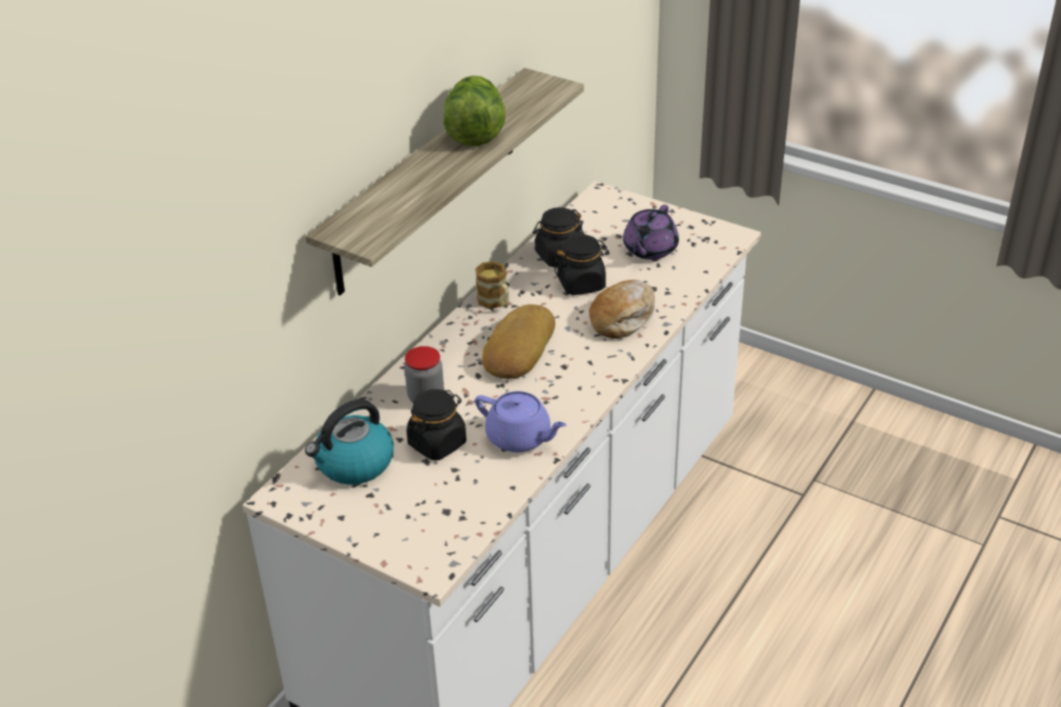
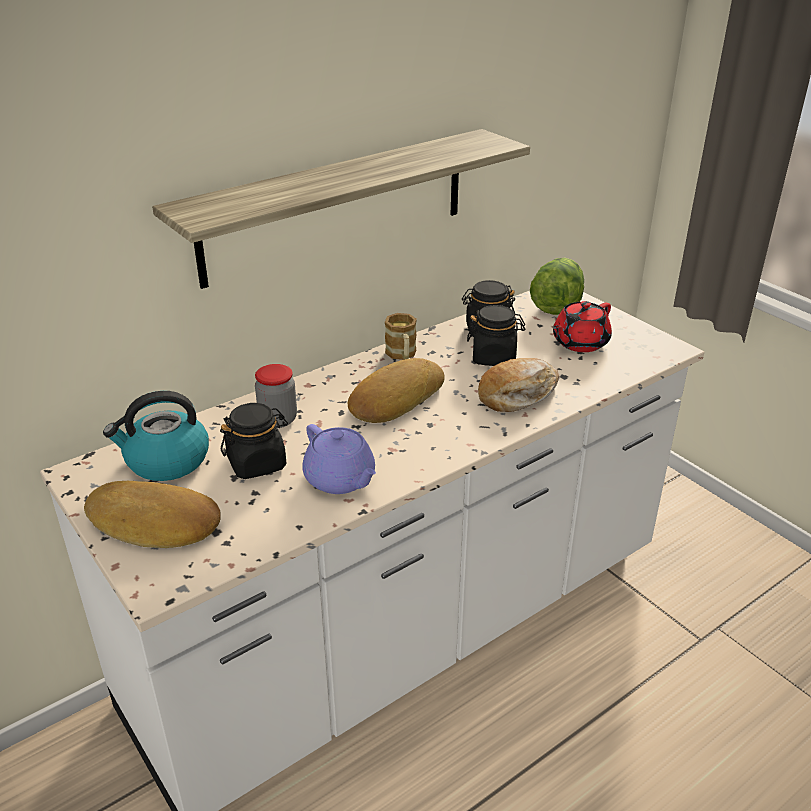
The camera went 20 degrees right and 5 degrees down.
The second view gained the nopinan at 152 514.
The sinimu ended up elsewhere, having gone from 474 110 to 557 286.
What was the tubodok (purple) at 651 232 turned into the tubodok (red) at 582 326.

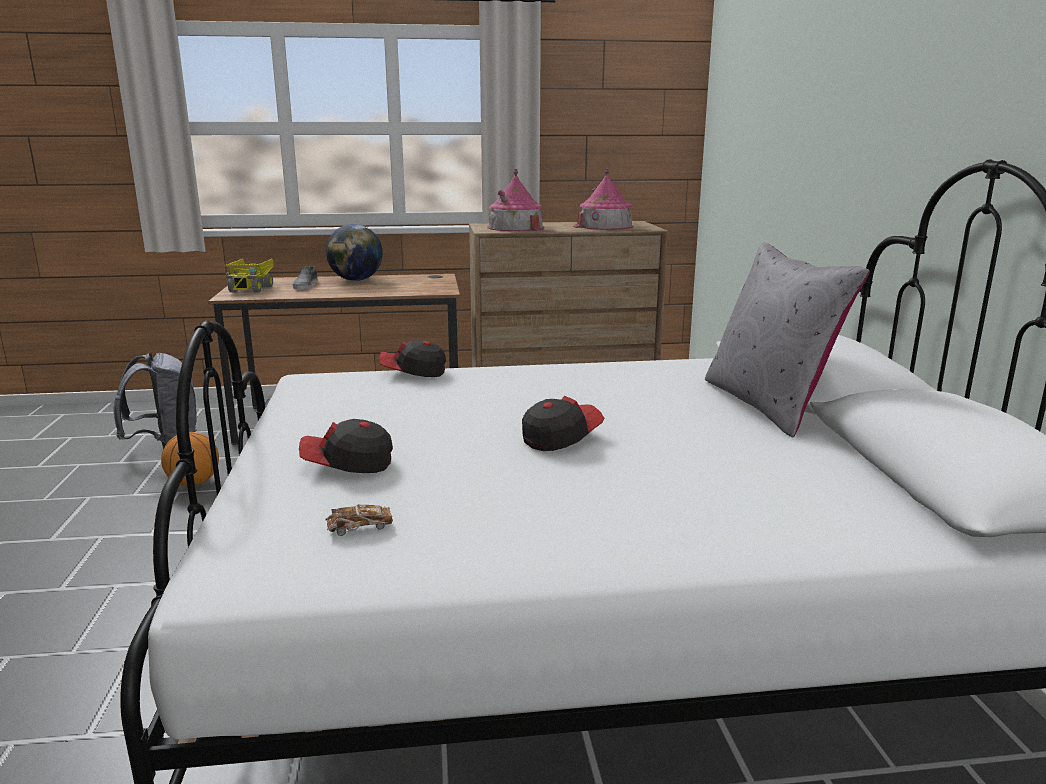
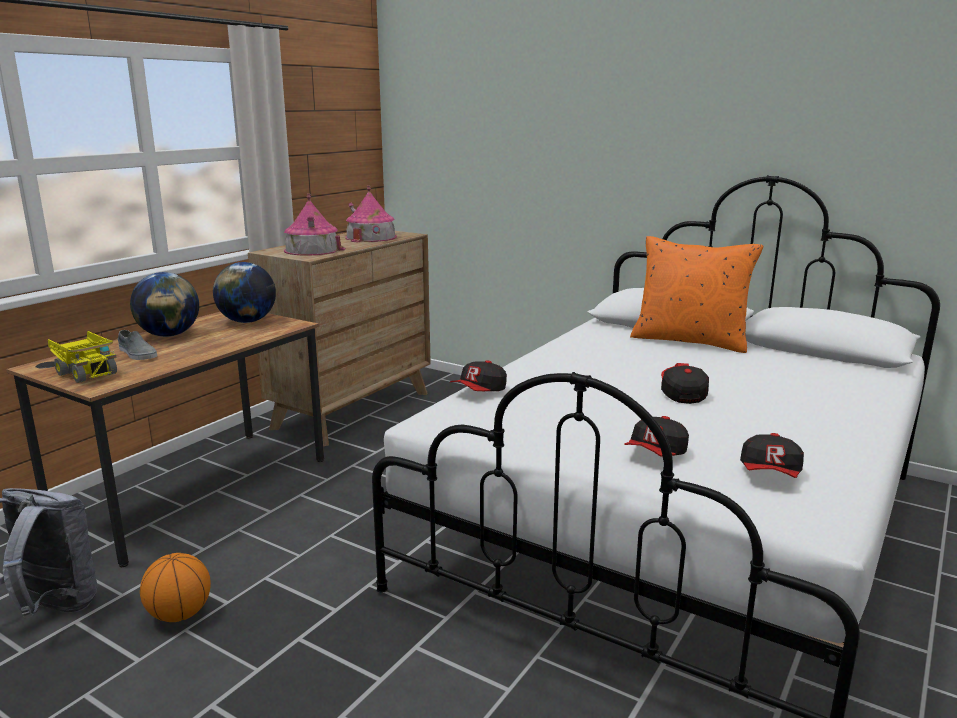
The camera went 50 degrees left and 0 degrees up.
The second view gained the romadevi at 244 292.
What was the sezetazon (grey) at 787 340 turned into the sezetazon (orange) at 696 294.
Where the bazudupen stood at 359 520, the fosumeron came to stand at 772 455.

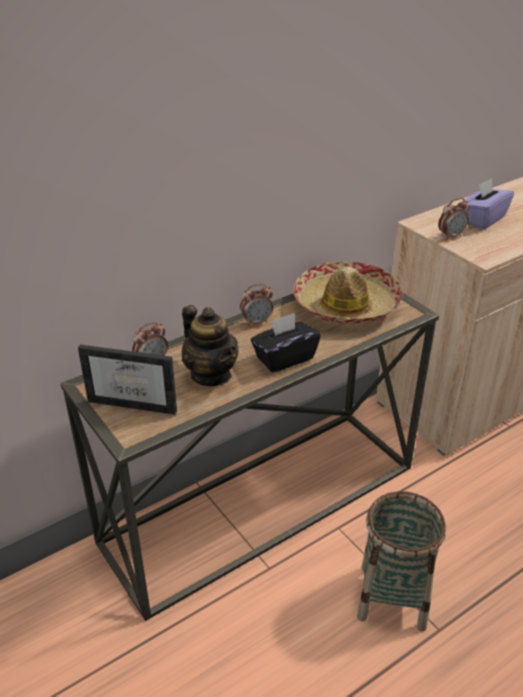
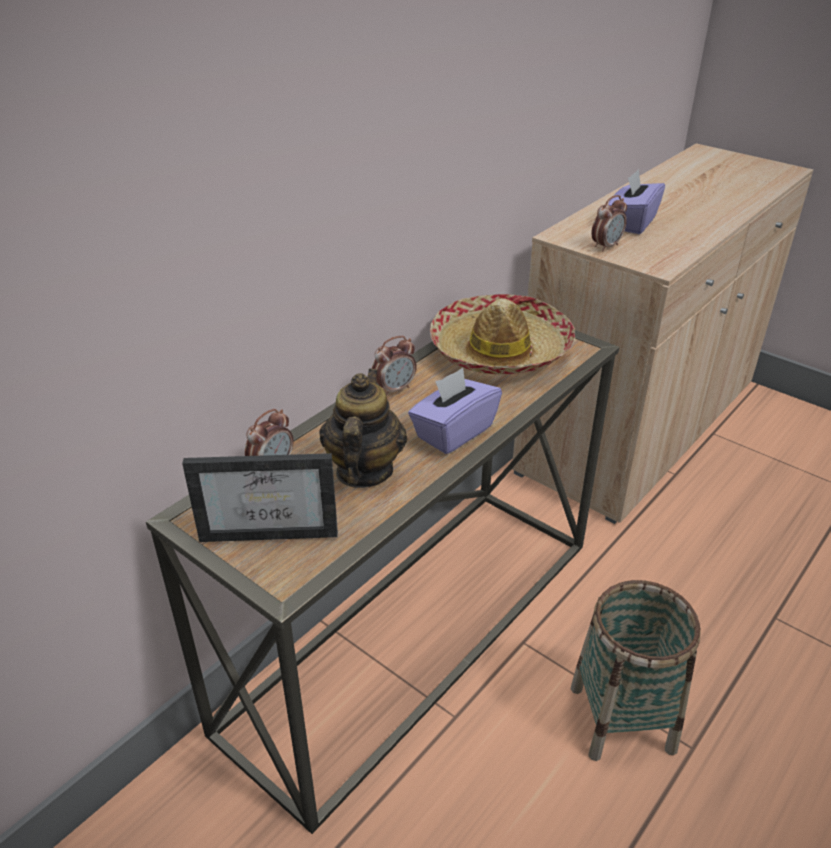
The camera went 15 degrees left and 0 degrees up.
The tubodok at 210 345 ended up facing another way, 120 degrees counterclockwise from before.
What was the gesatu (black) at 286 343 turned into the gesatu (purple) at 455 411.

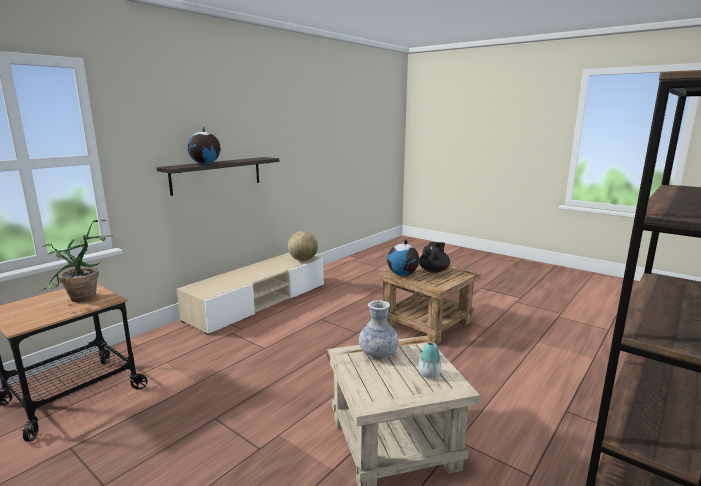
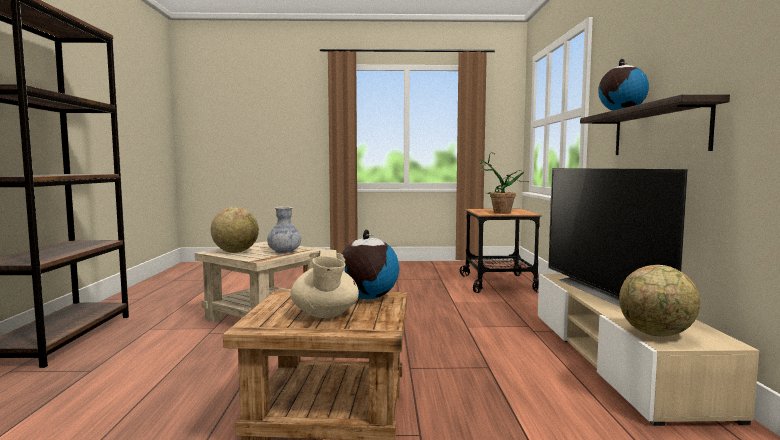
The camera went 140 degrees right and 10 degrees down.
Where the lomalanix stood at 430 360, the romadevi came to stand at 235 230.
What was the tubodok (black) at 434 257 turned into the tubodok (beige) at 324 284.
The second view gained the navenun at 618 237.

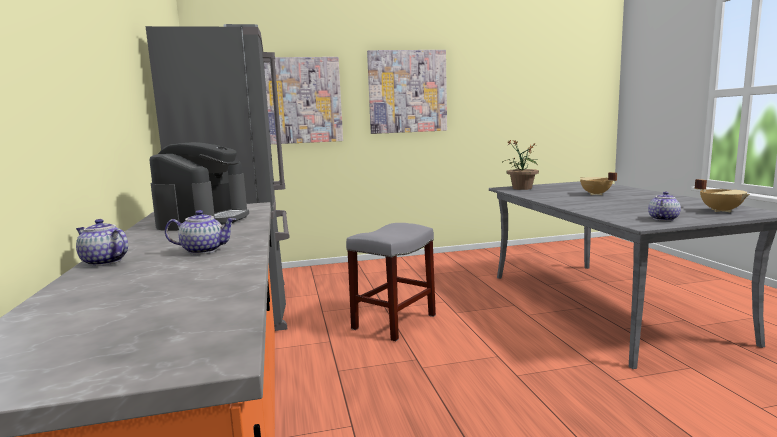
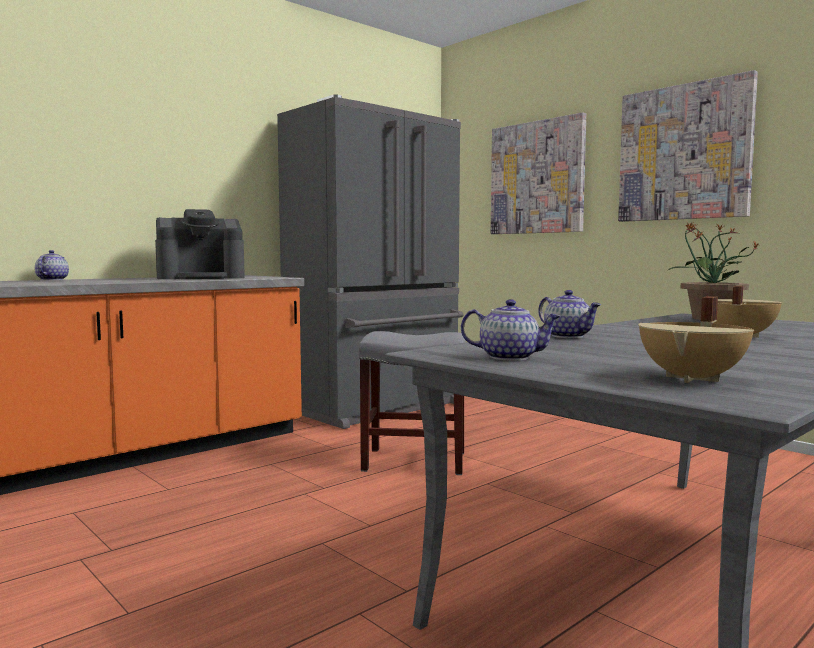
The camera went 60 degrees right and 5 degrees down.
The tubodok ended up elsewhere, having gone from 200 232 to 569 314.

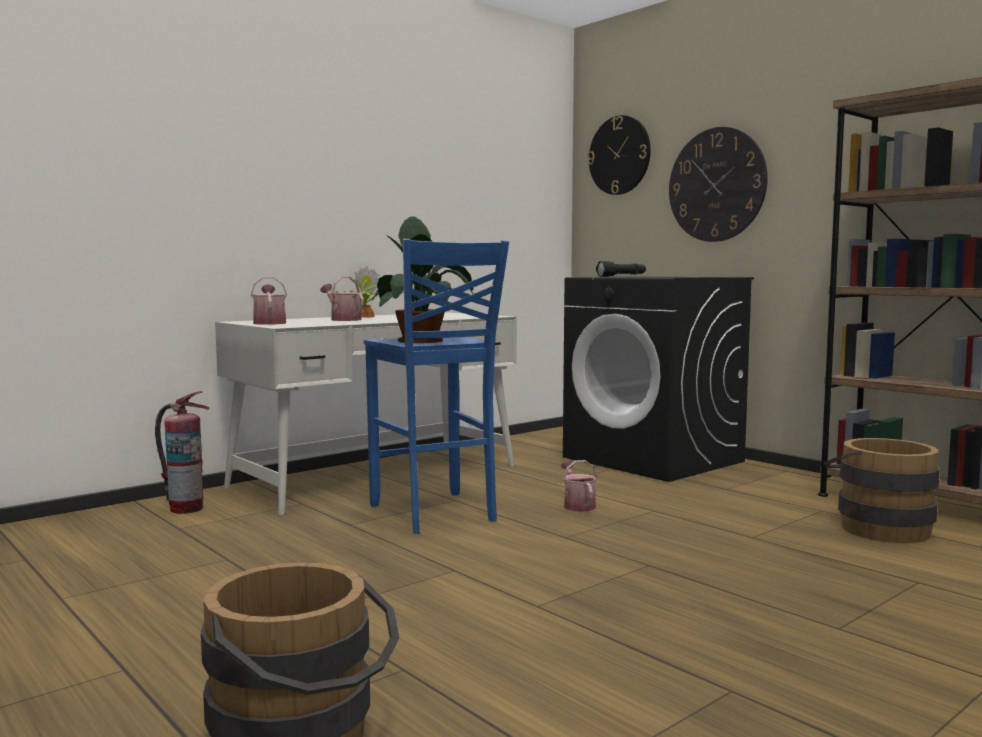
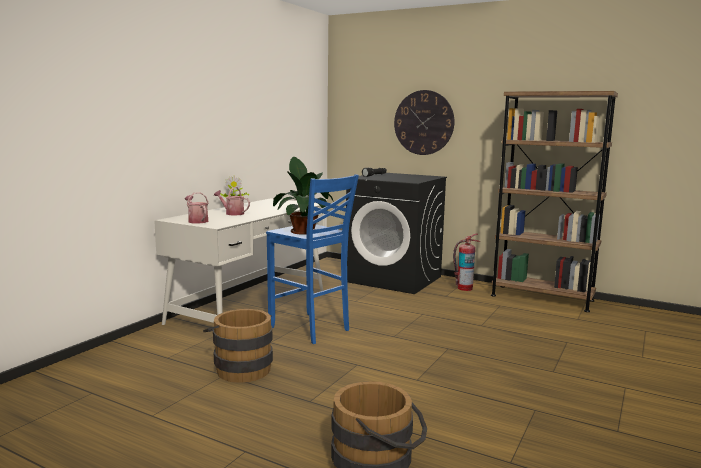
The camera went 20 degrees left and 5 degrees up.
The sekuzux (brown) ended up elsewhere, having gone from 882 490 to 238 346.
The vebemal ended up elsewhere, having gone from 182 452 to 467 262.
The second view lost the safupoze at 579 486.
The second view lost the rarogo at 619 155.

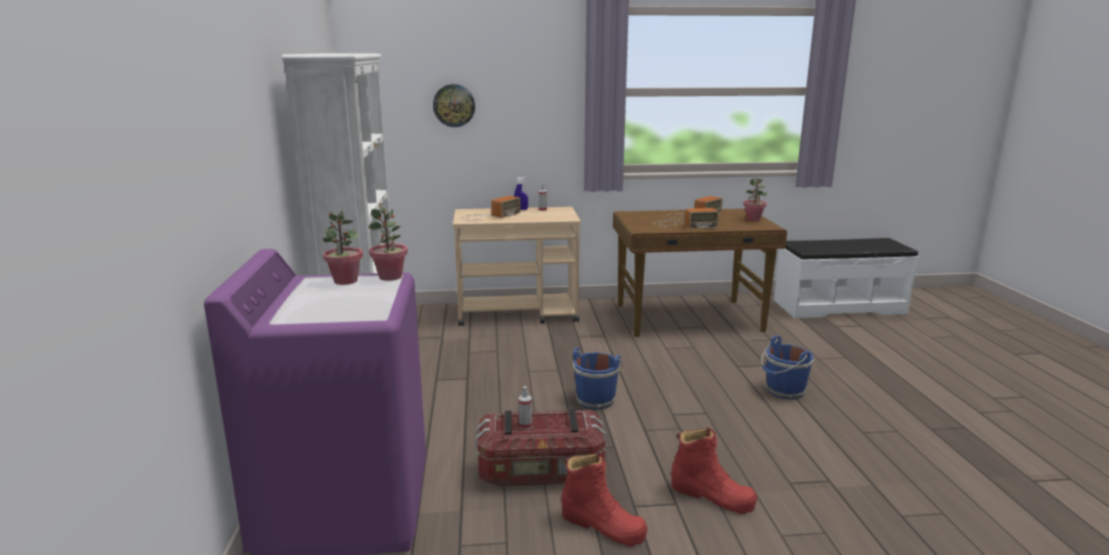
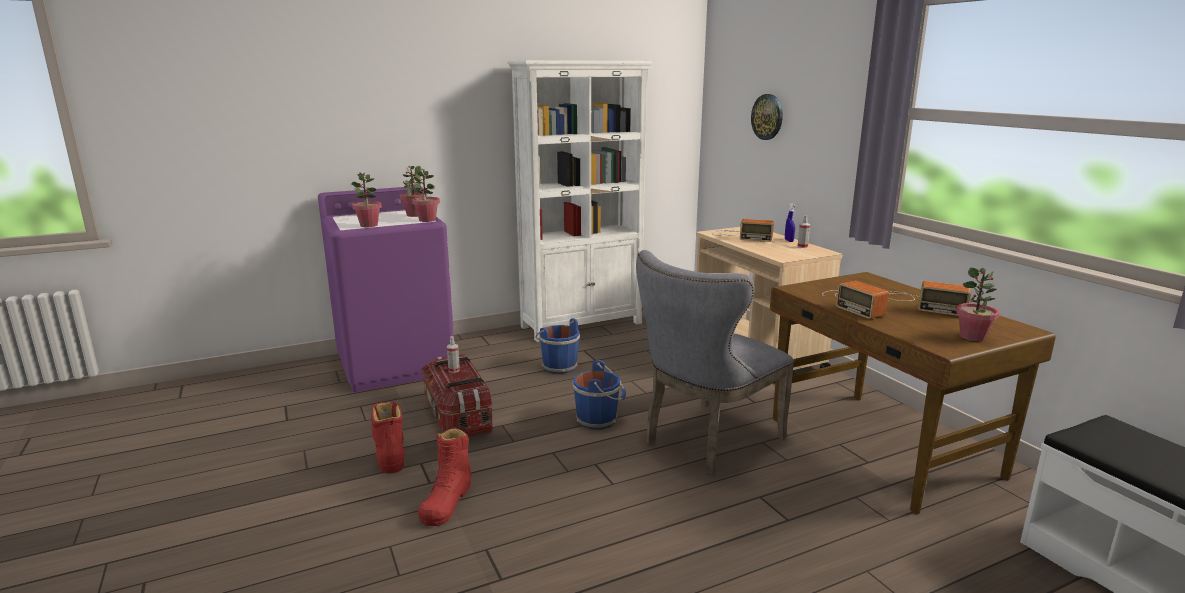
The camera went 70 degrees right and 0 degrees up.
The second view gained the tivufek at 366 199.
The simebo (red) at 604 500 ended up facing another way, 150 degrees clockwise from before.
The sekuzux (blue) ended up elsewhere, having gone from 787 367 to 557 346.
The second view gained the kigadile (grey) at 715 362.

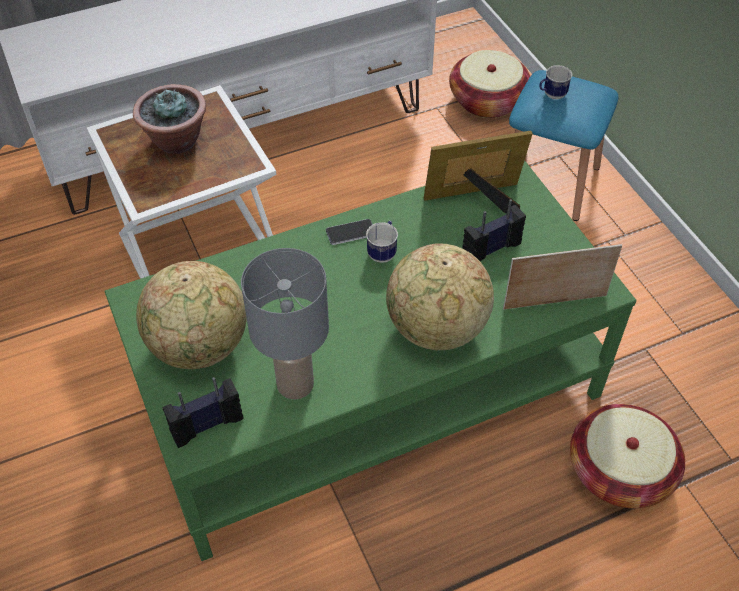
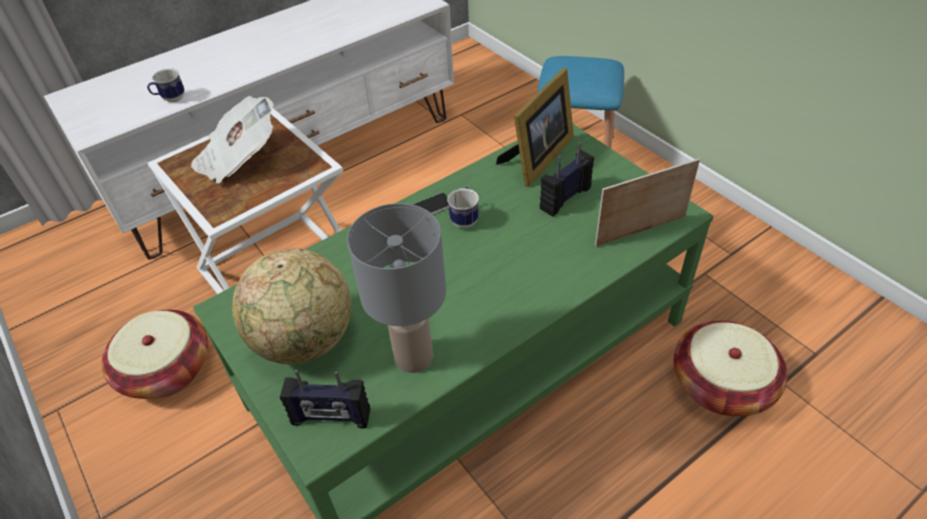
The camera went 10 degrees left and 5 degrees down.
The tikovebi ended up elsewhere, having gone from 489 84 to 154 354.
The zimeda ended up elsewhere, having gone from 556 82 to 166 85.
Where the tivufek stood at 169 119, the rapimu came to stand at 232 140.
The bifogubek at 203 412 ended up facing another way, 135 degrees counterclockwise from before.
The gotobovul at 478 172 ended up facing another way, 150 degrees clockwise from before.
The second view lost the romadevi at 440 296.

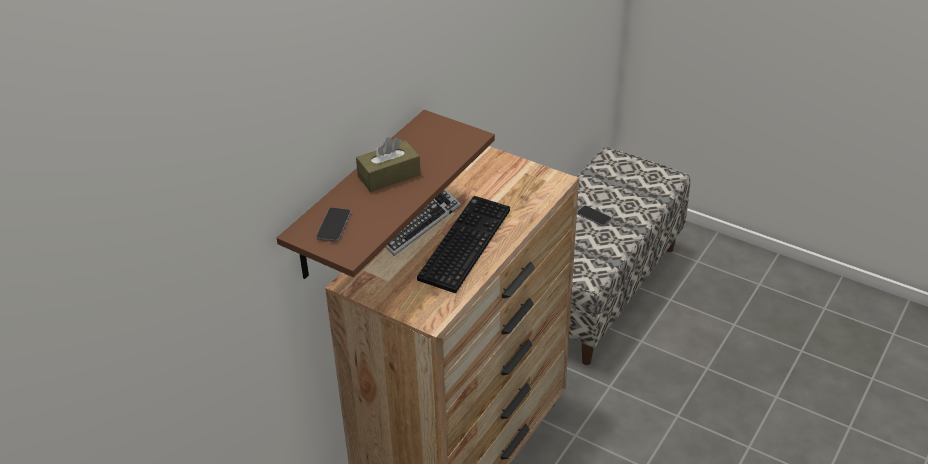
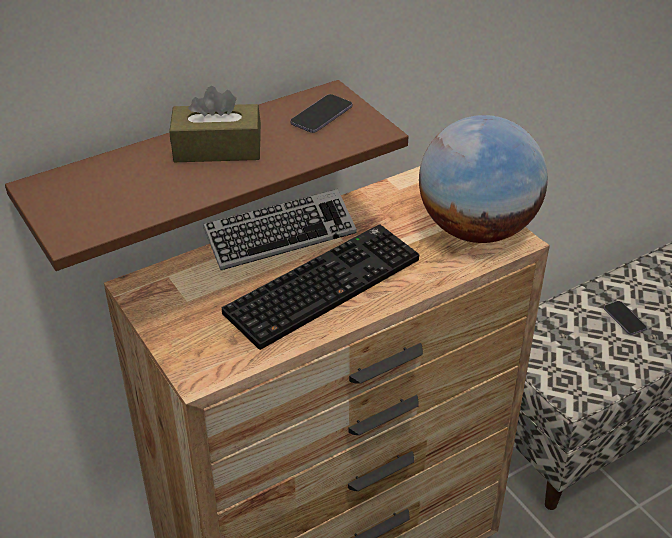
The camera went 25 degrees right and 0 degrees up.
The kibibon ended up elsewhere, having gone from 333 225 to 321 113.
The second view gained the romadevi at 483 179.

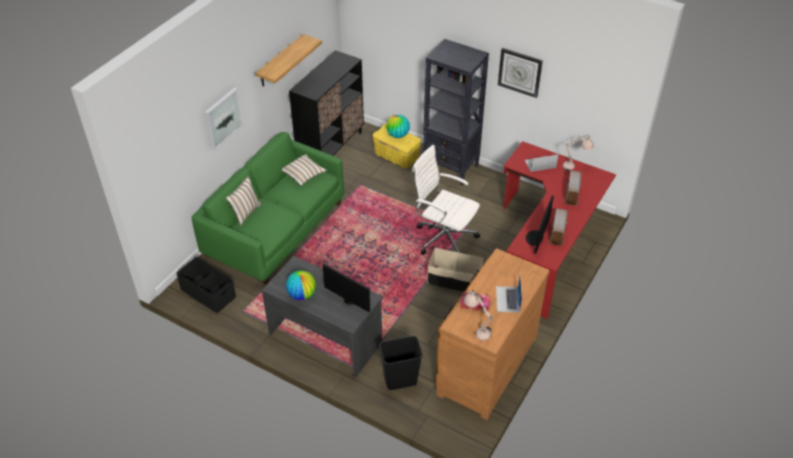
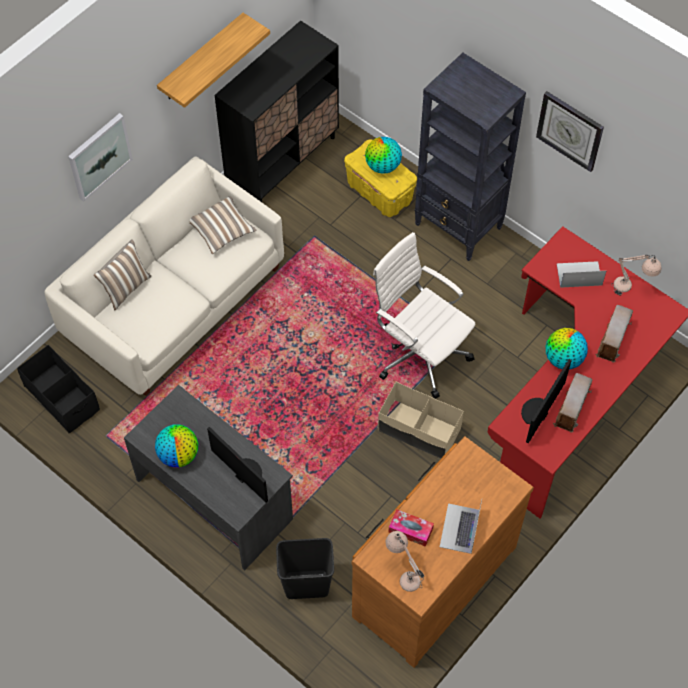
The camera went 10 degrees right and 15 degrees up.
What was the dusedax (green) at 268 208 turned into the dusedax (white) at 164 276.
The second view gained the romadevi at 567 348.

